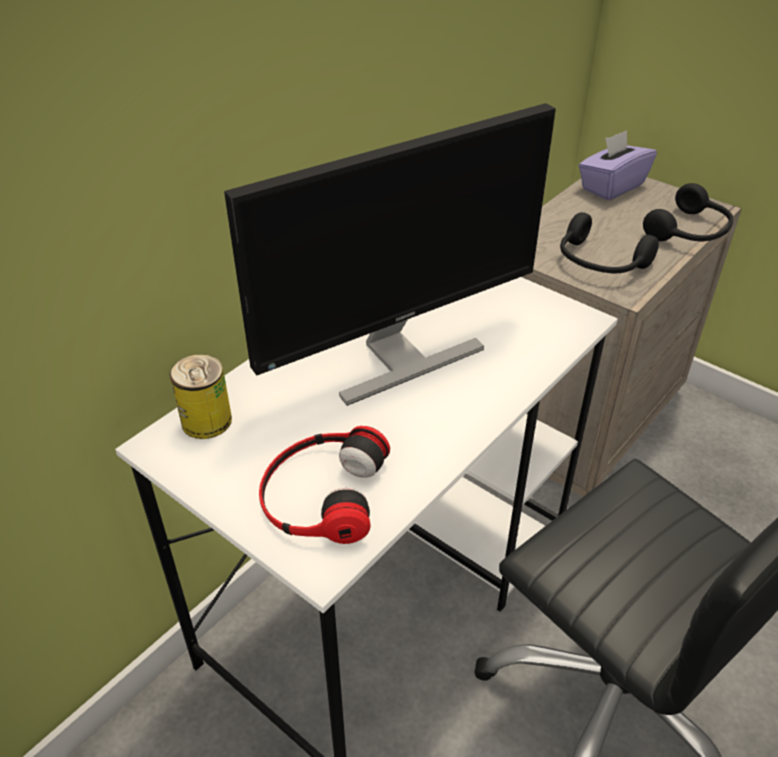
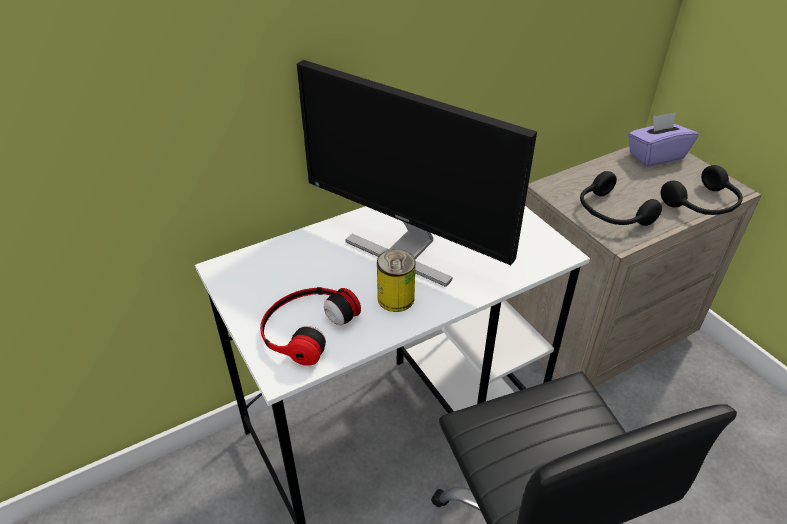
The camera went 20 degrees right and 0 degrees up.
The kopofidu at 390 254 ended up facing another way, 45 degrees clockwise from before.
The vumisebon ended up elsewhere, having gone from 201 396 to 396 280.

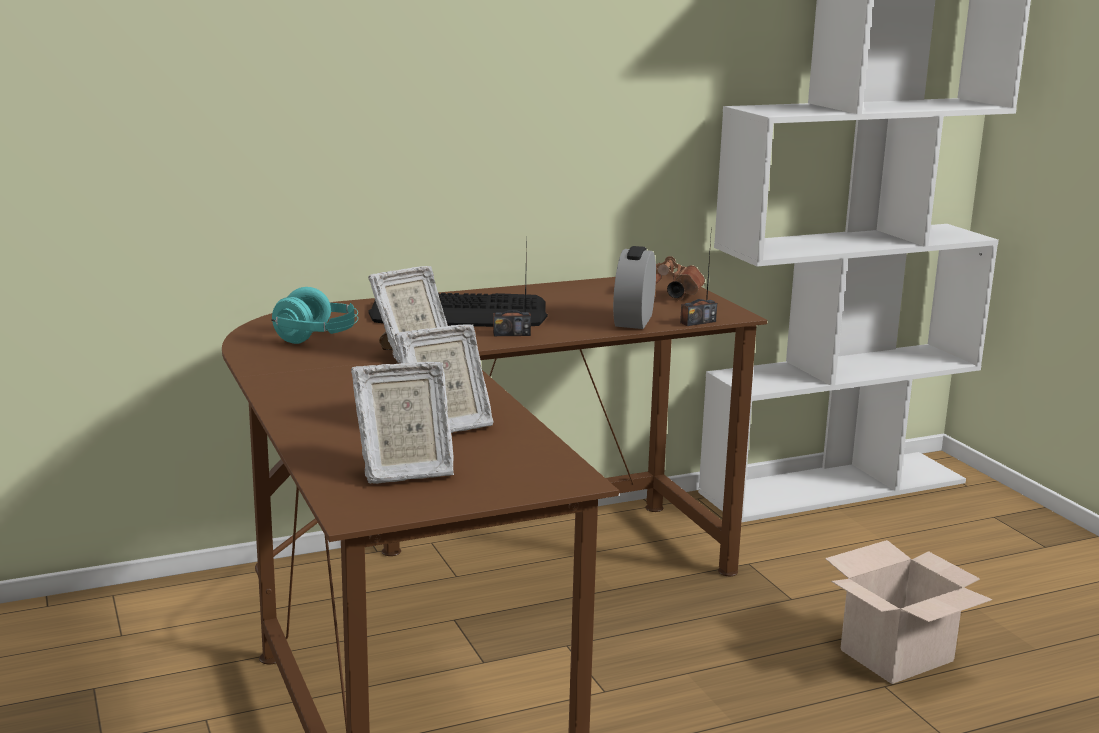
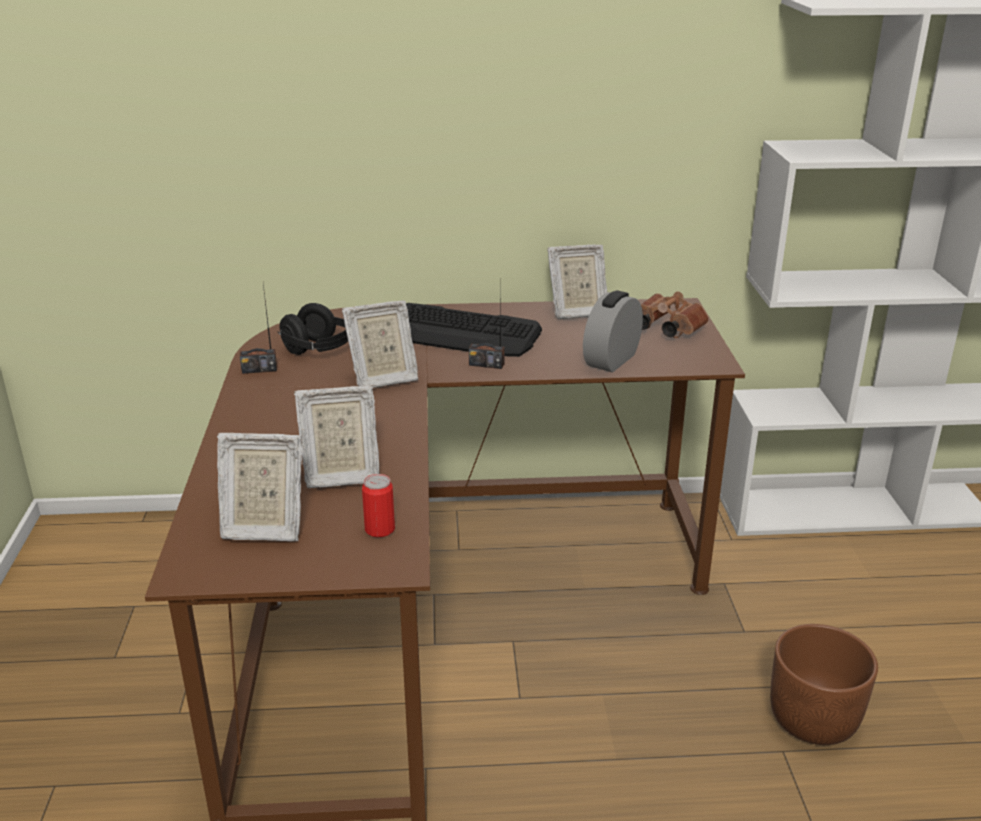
The camera went 20 degrees right and 10 degrees up.
The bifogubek ended up elsewhere, having gone from 698 282 to 258 329.
What was the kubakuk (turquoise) at 314 315 turned into the kubakuk (black) at 313 329.
The second view gained the vumisebon at 378 505.
The second view gained the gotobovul at 577 282.
Where the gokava stood at 909 612, the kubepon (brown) came to stand at 824 684.

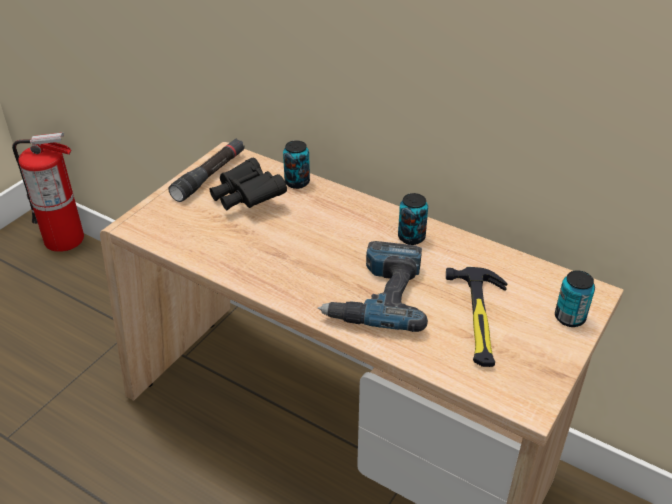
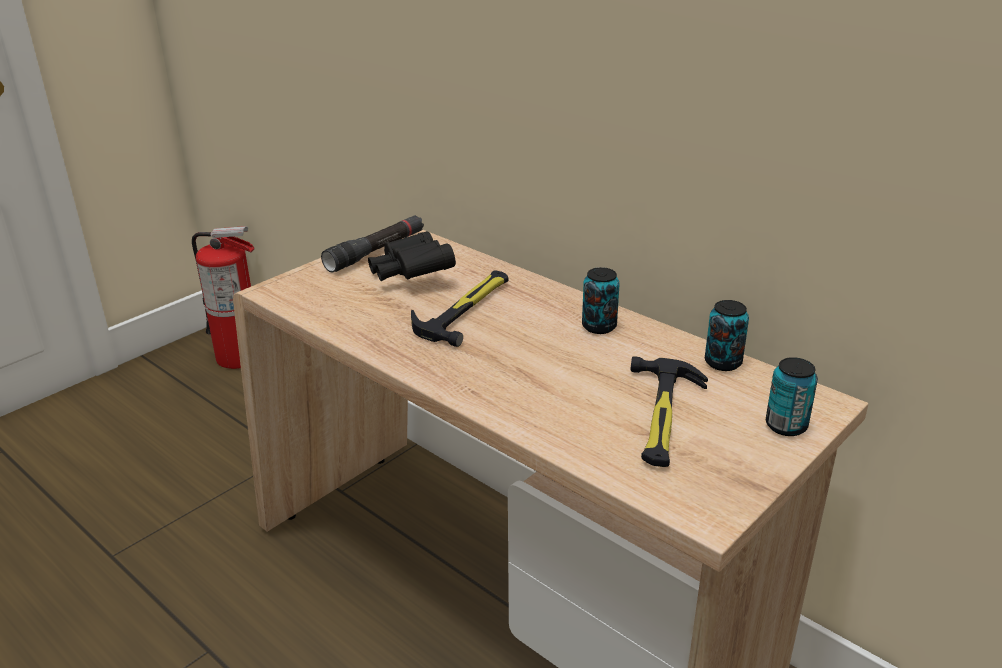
The camera went 10 degrees right and 10 degrees down.
The second view gained the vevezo at 459 308.
The vumisebon ended up elsewhere, having gone from 296 164 to 727 335.
The second view lost the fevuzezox at 373 286.

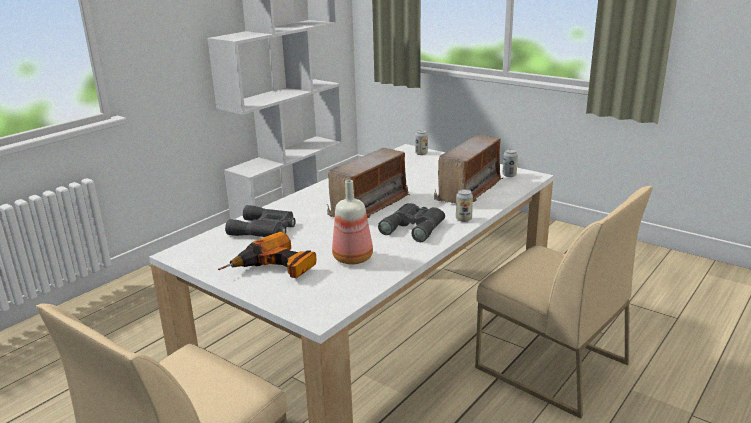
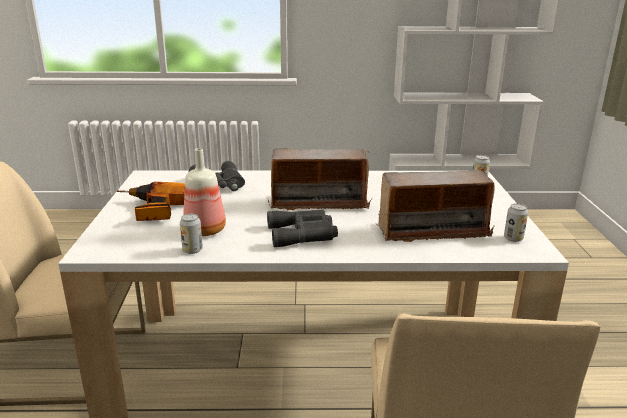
The camera went 50 degrees right and 0 degrees up.
The vumisebon ended up elsewhere, having gone from 464 205 to 191 234.

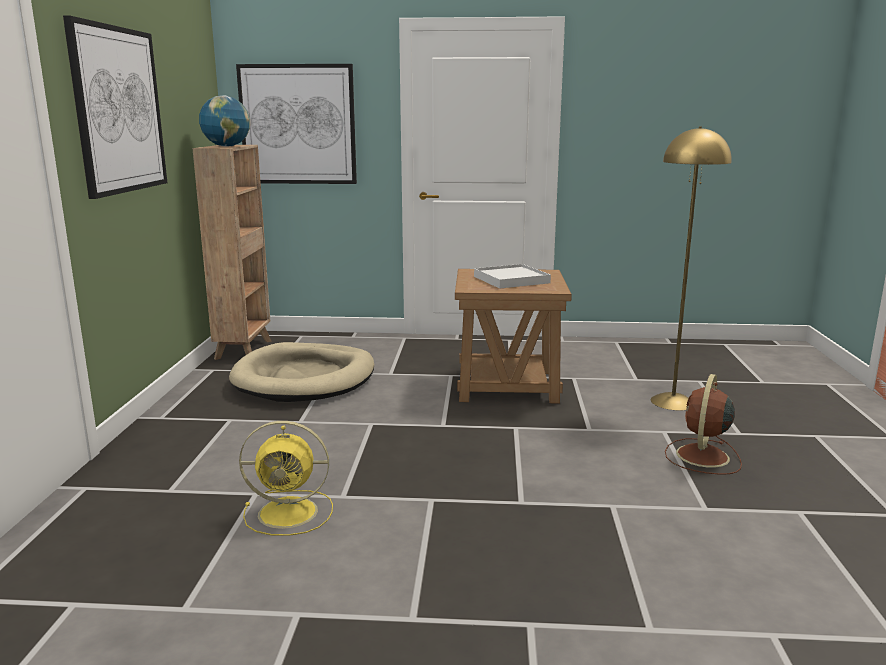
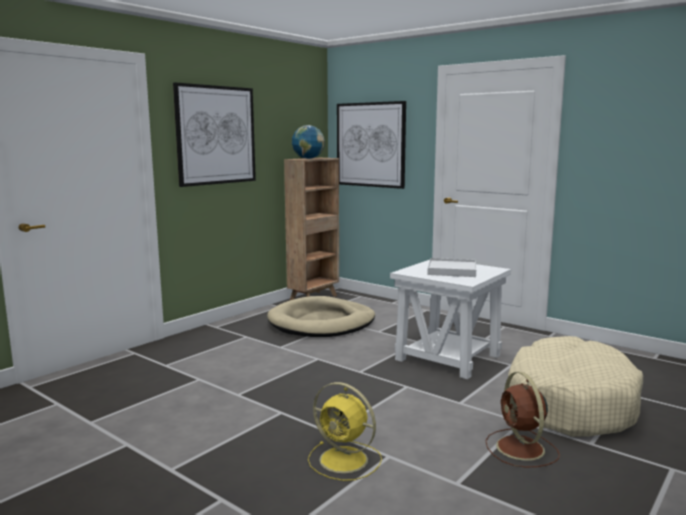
The camera went 35 degrees right and 5 degrees down.
The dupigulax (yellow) ended up elsewhere, having gone from 286 478 to 345 431.
What was the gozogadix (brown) at 513 336 turned into the gozogadix (white) at 450 319.
The dupigulax (brown) at 703 424 ended up facing another way, 75 degrees counterclockwise from before.
Where the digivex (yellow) stood at 691 268, the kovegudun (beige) came to stand at 575 386.

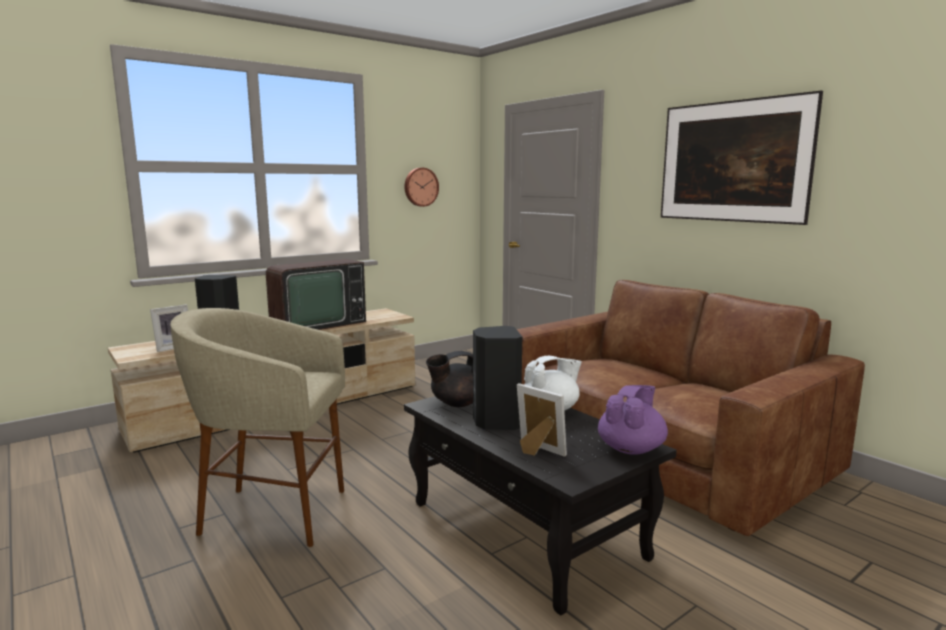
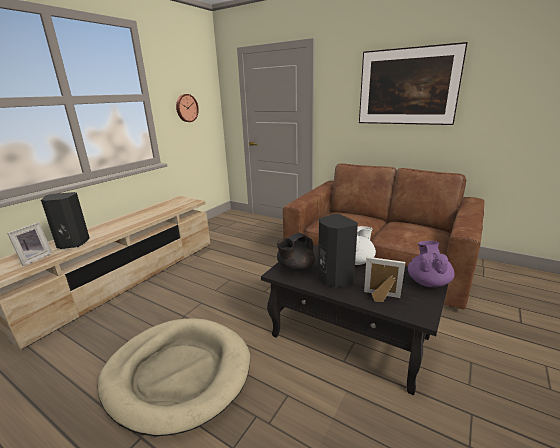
The camera went 20 degrees left and 10 degrees up.
Where the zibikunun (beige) stood at 257 427, the kovegudun (beige) came to stand at 174 377.
The second view lost the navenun at 316 294.

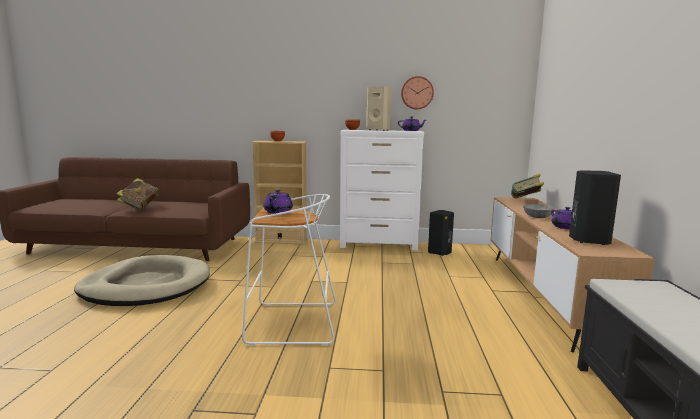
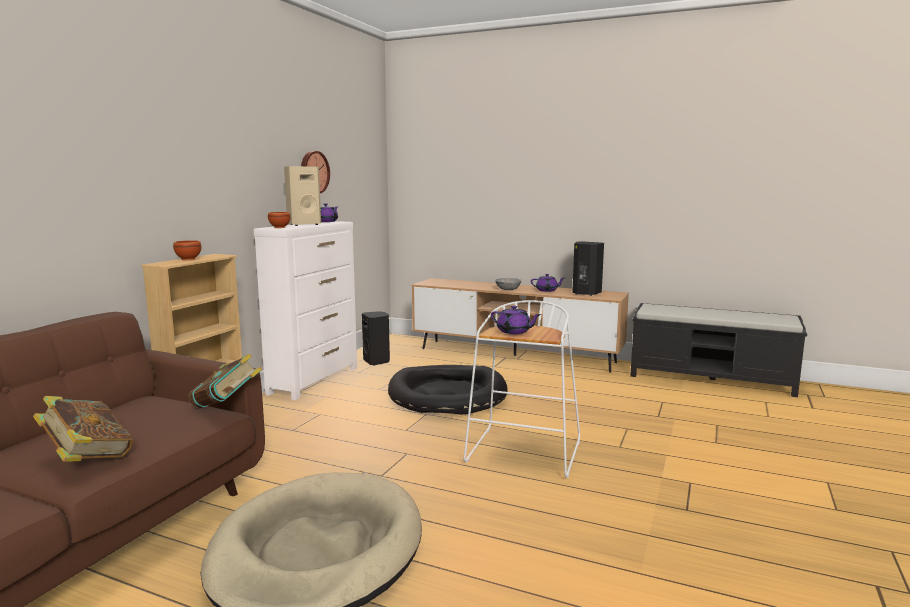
The camera went 70 degrees left and 0 degrees up.
The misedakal ended up elsewhere, having gone from 527 186 to 225 381.
The second view gained the kovegudun (black) at 448 390.

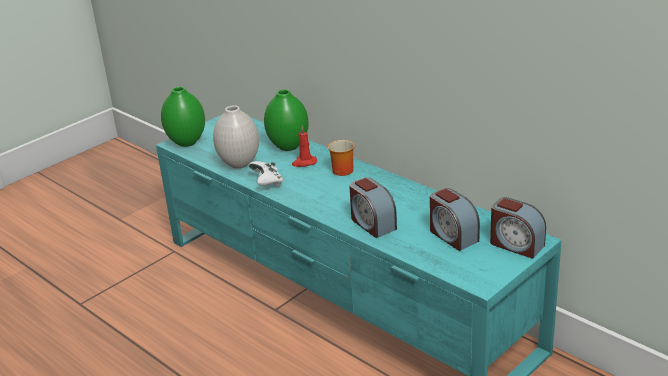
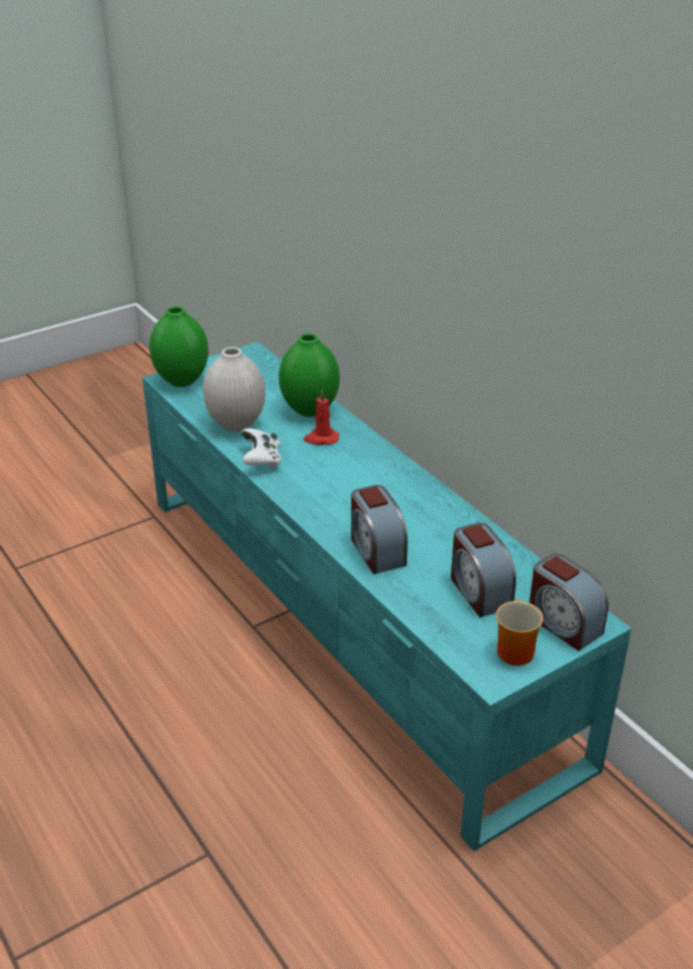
The camera went 10 degrees right and 5 degrees up.
The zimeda ended up elsewhere, having gone from 341 158 to 519 632.

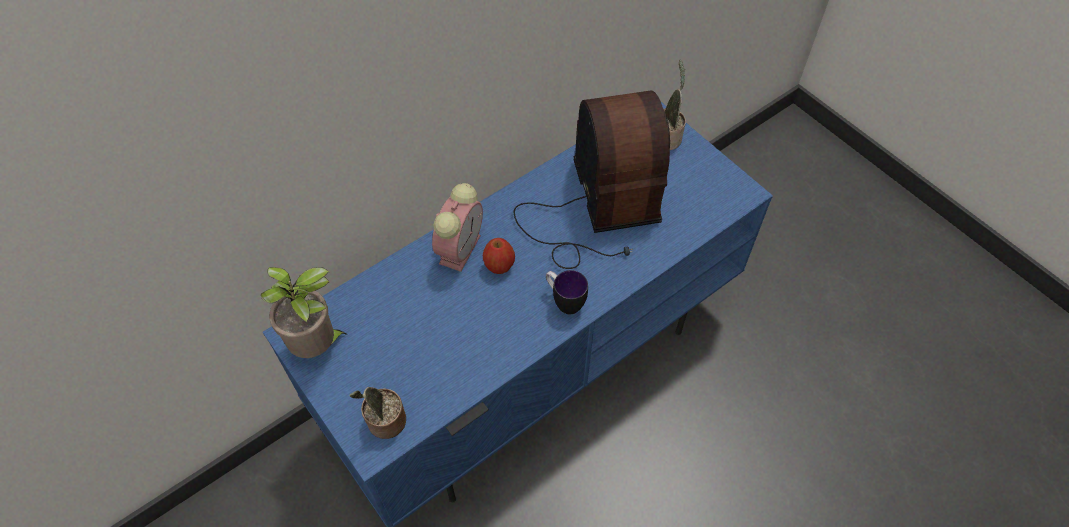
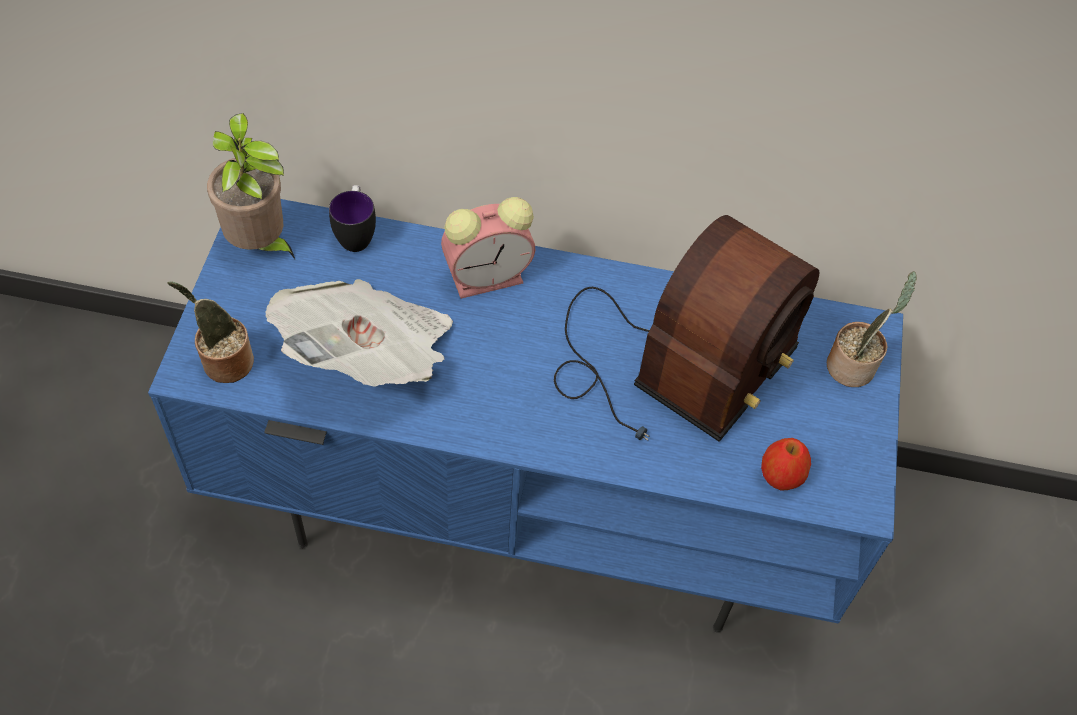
The camera went 45 degrees right and 0 degrees up.
The second view gained the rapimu at 359 333.
The zimeda ended up elsewhere, having gone from 567 292 to 352 218.
The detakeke ended up elsewhere, having gone from 499 256 to 786 464.

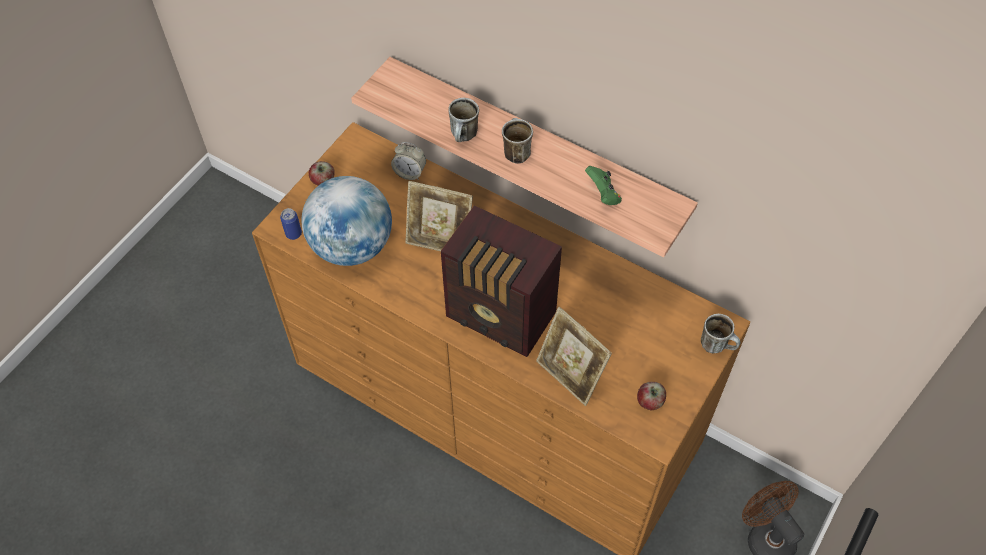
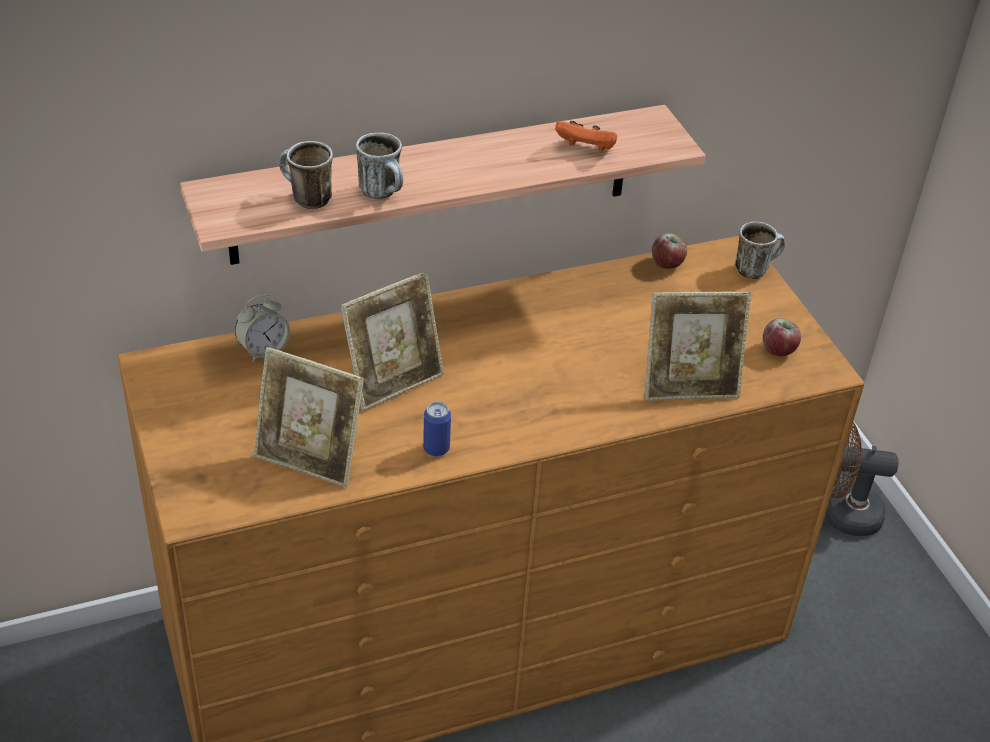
The camera went 55 degrees left and 15 degrees down.
Where the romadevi stood at 347 221, the gotobovul came to stand at 309 417.
The zimeda ended up elsewhere, having gone from 517 141 to 306 175.
The vumisebon ended up elsewhere, having gone from 291 224 to 437 429.
What was the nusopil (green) at 603 185 turned into the nusopil (orange) at 586 136.
The detakeke ended up elsewhere, having gone from 322 173 to 669 251.
The second view lost the bifogubek at 501 281.

